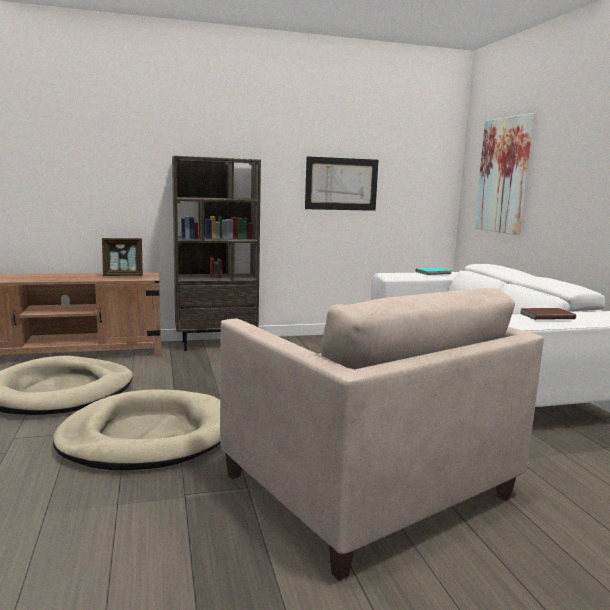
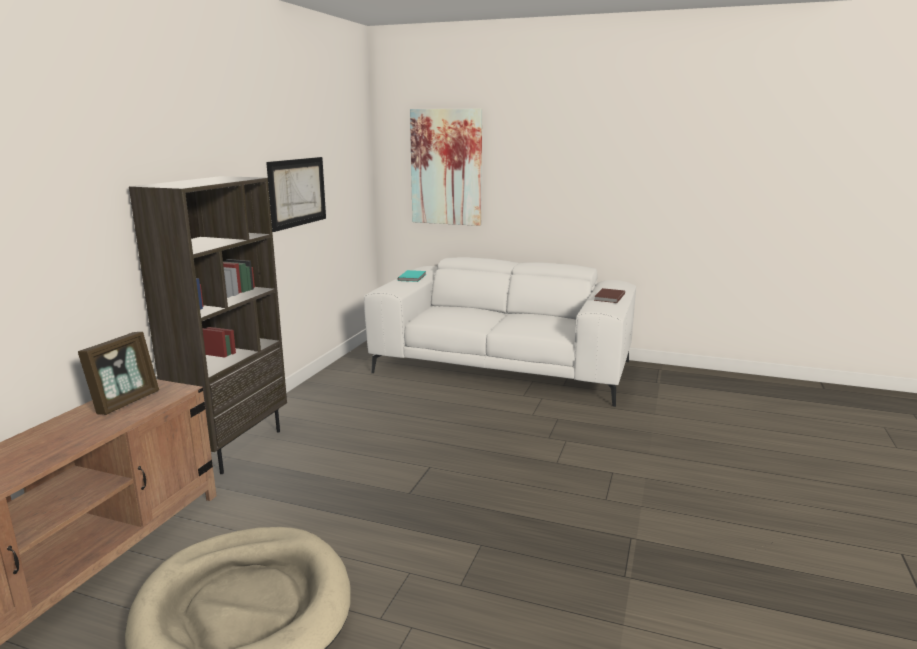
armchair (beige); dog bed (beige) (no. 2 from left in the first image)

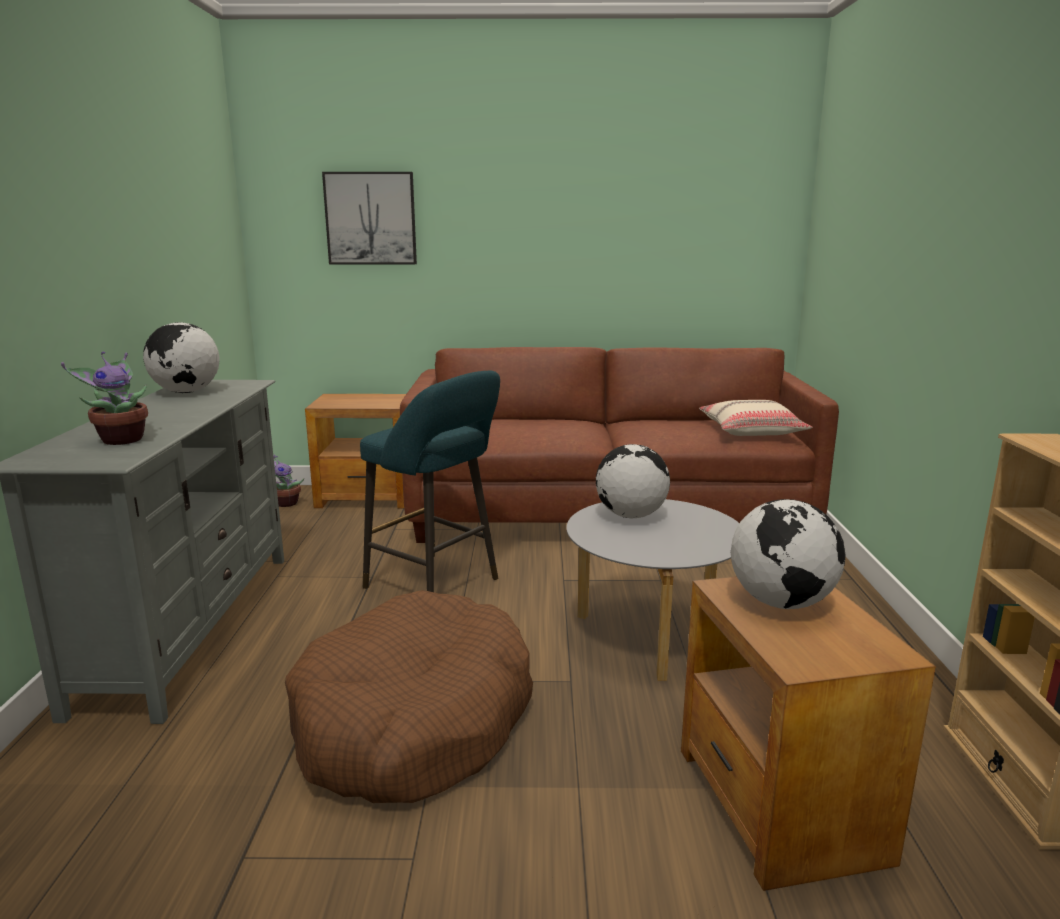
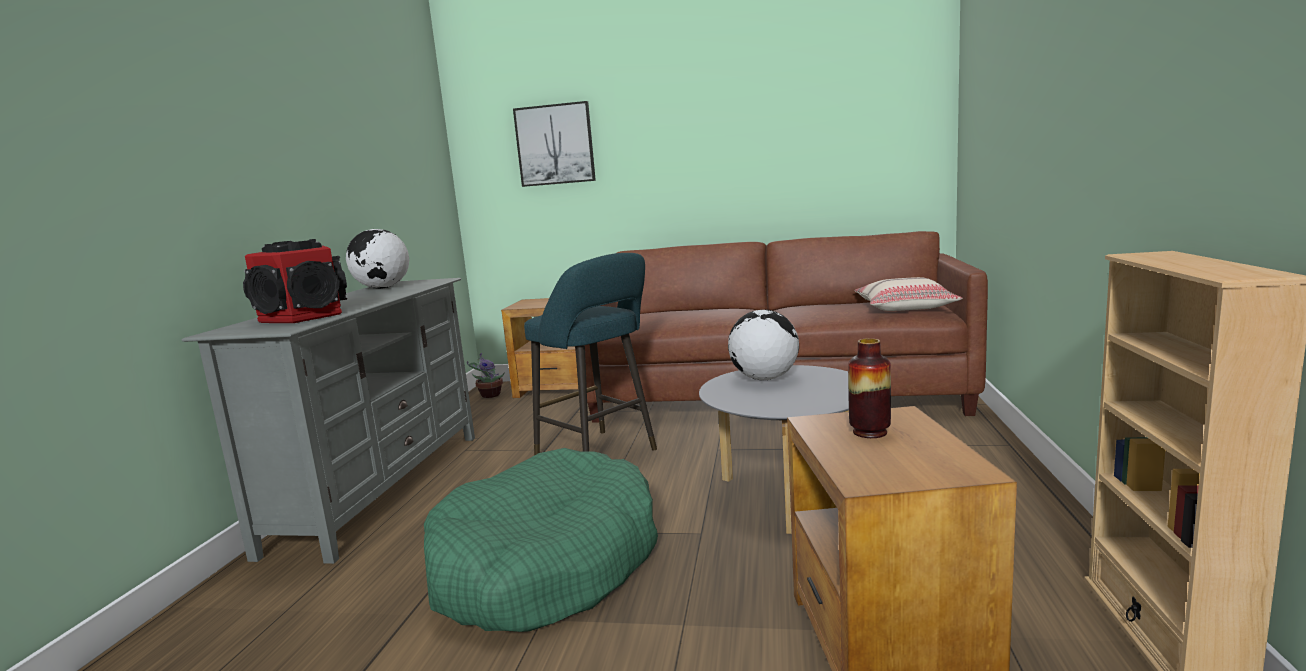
speaker; vase; dog bed (green)

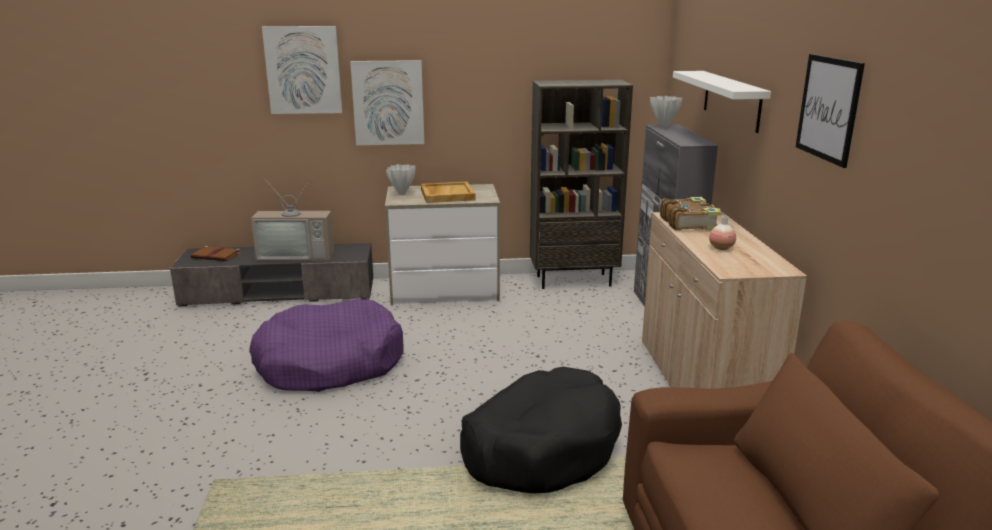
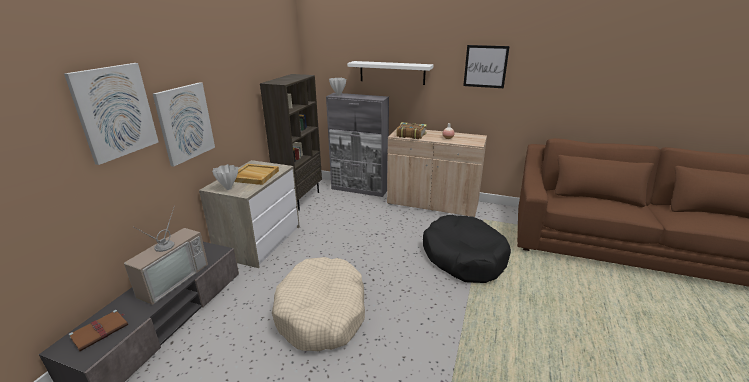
dog bed (beige)

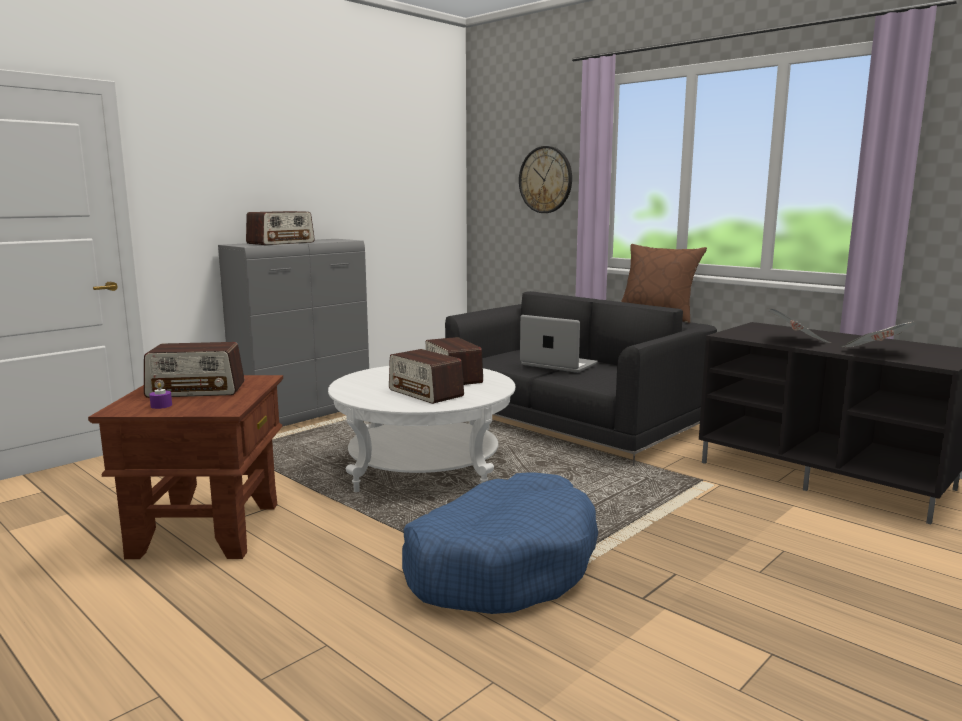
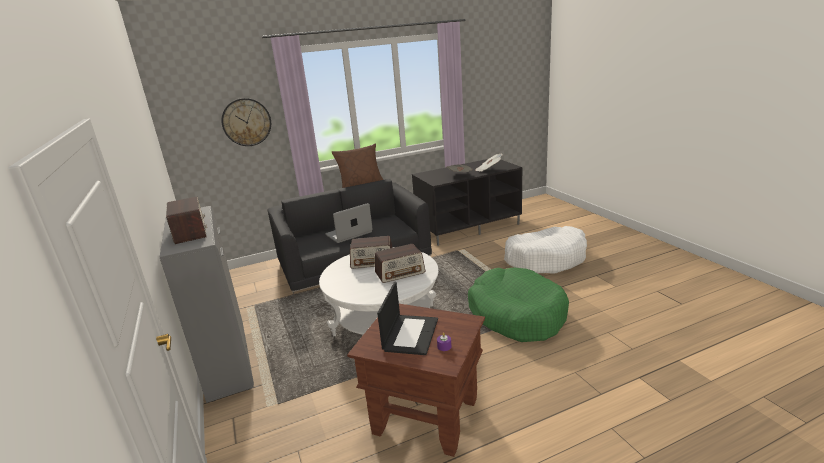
laptop (no. 2 from left); dog bed (green); dog bed (white)

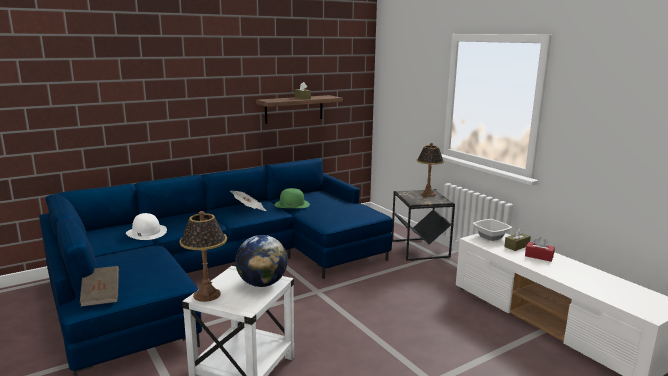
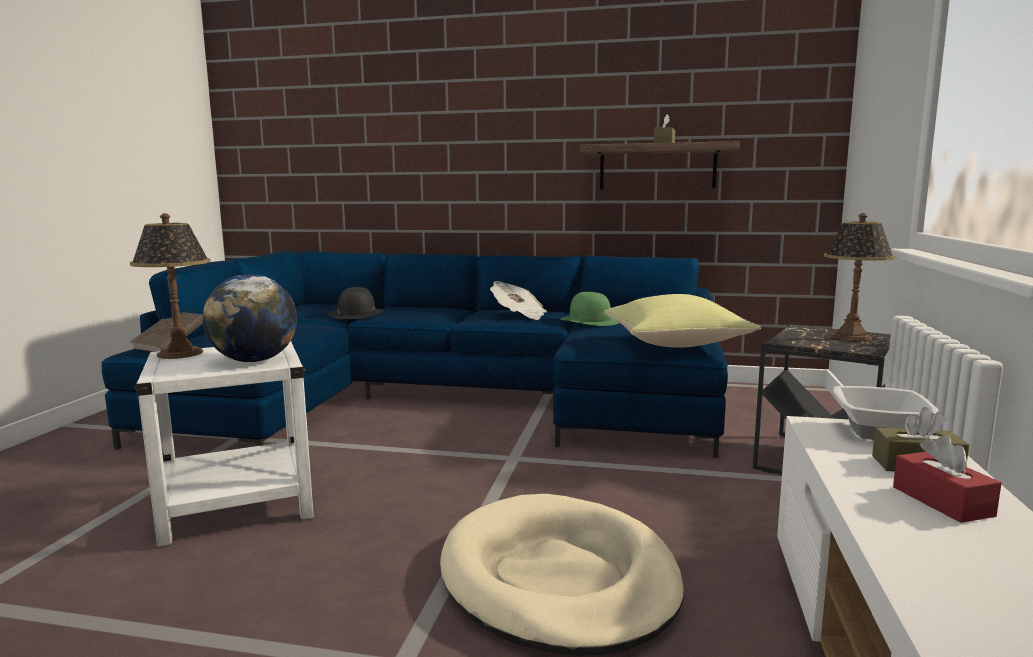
hat (black); pillow (yellow); dog bed (beige)

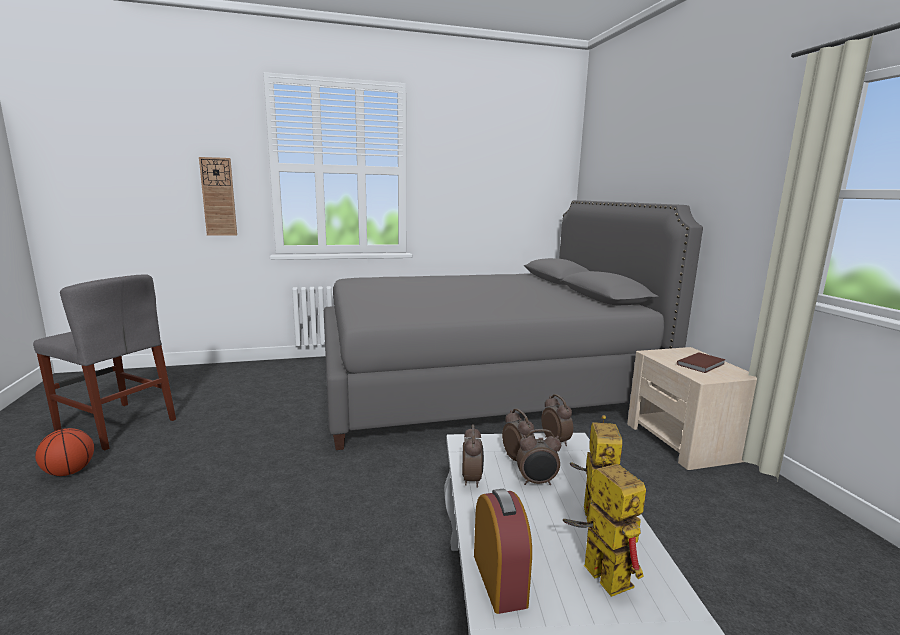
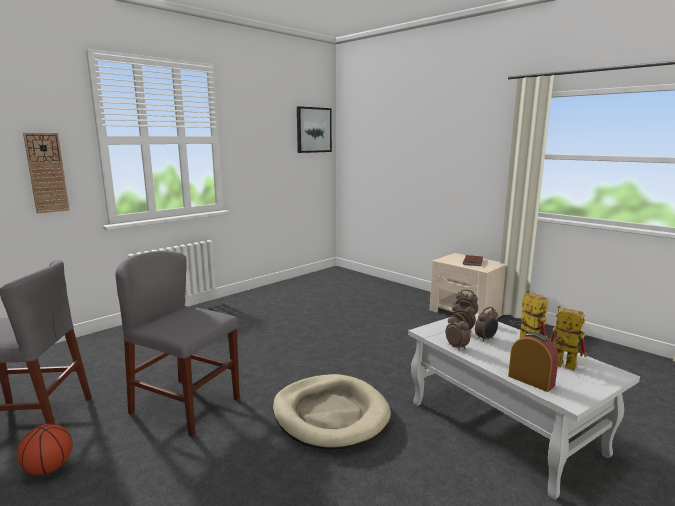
bed (grey); picture; chair (grey) (no. 2 from left); dog bed (beige)

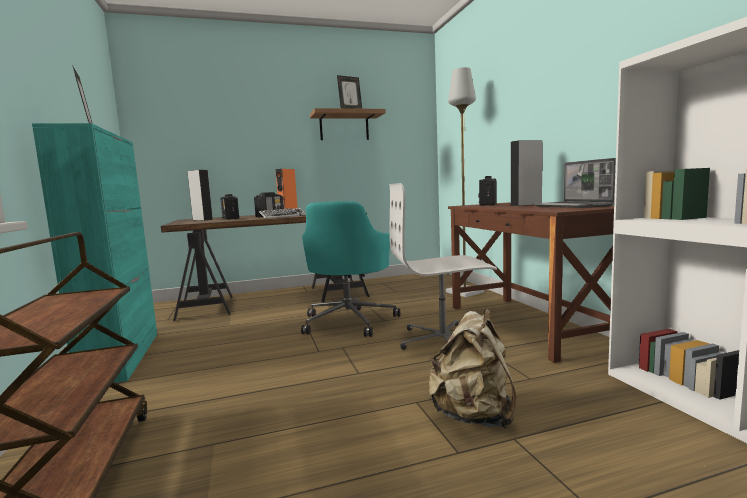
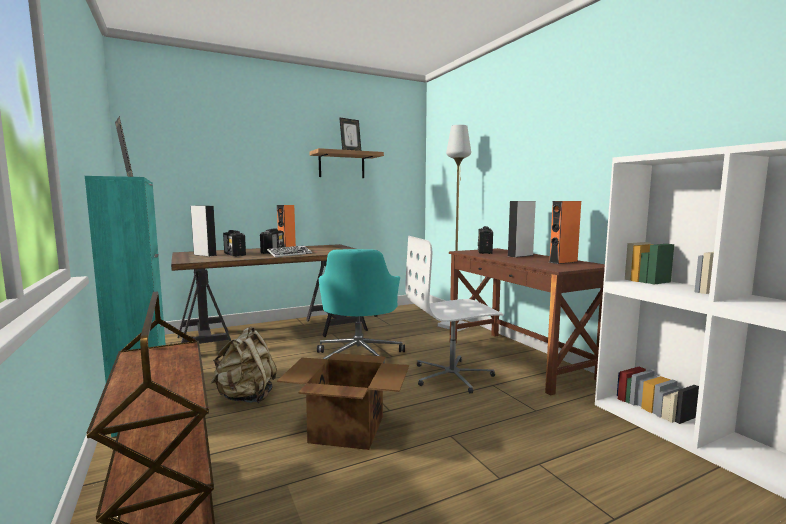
speaker (orange) (no. 2 from left); backpack (beige); cardboard box

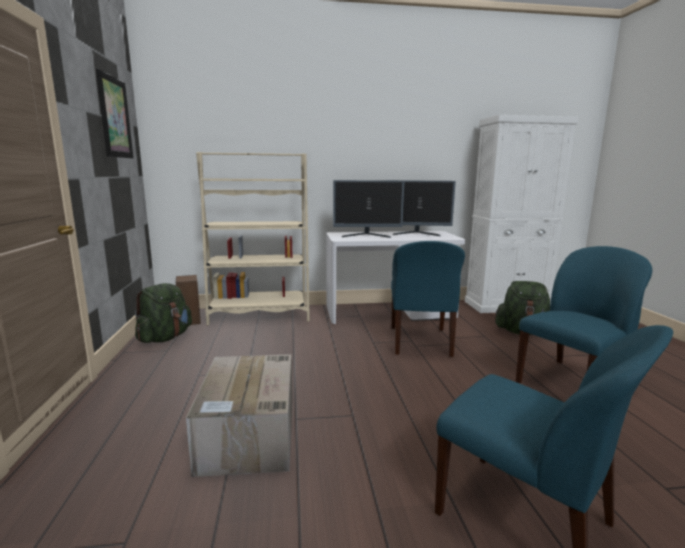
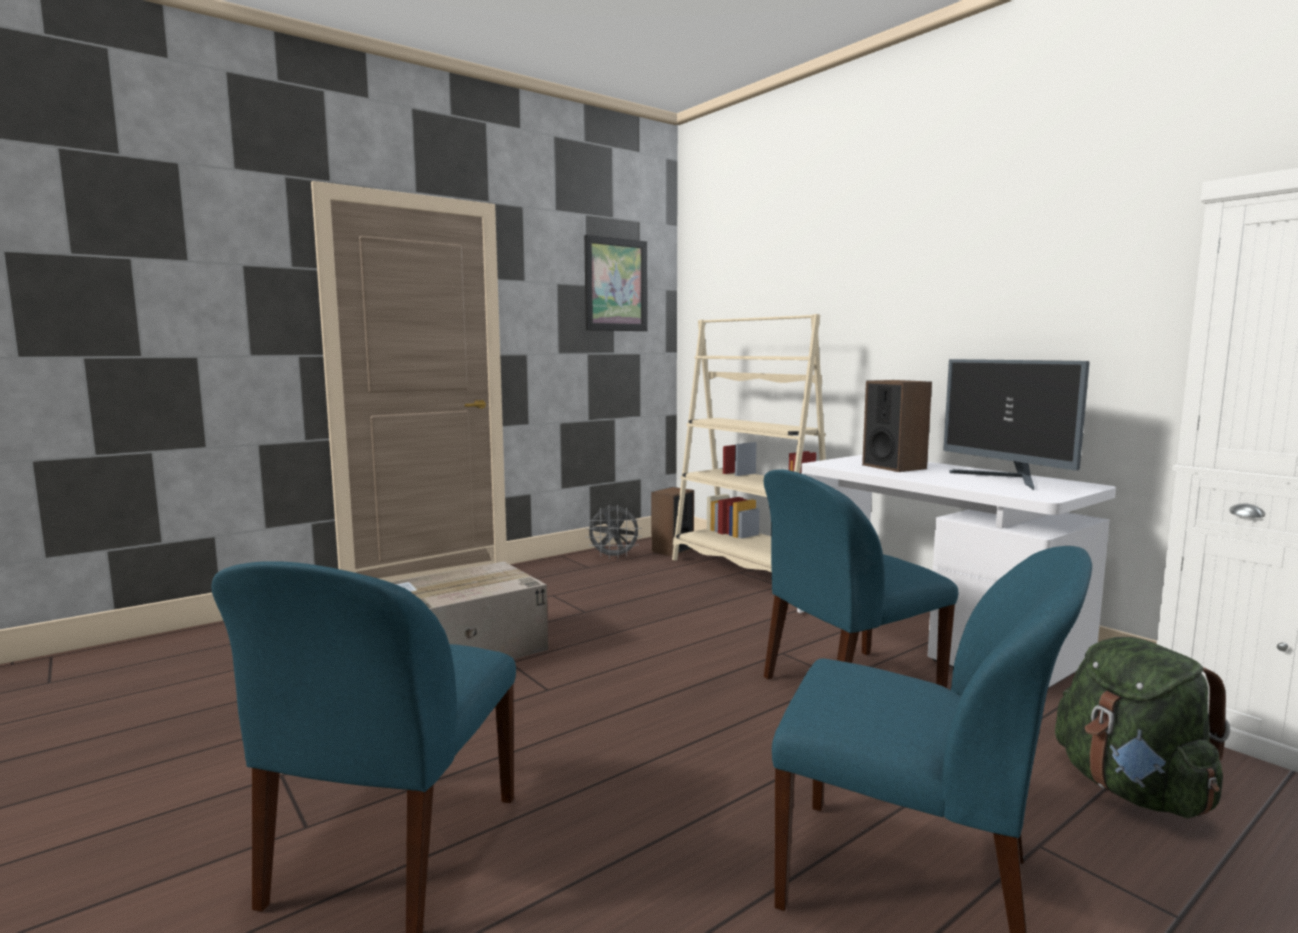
speaker (no. 2 from left); fan (grey)

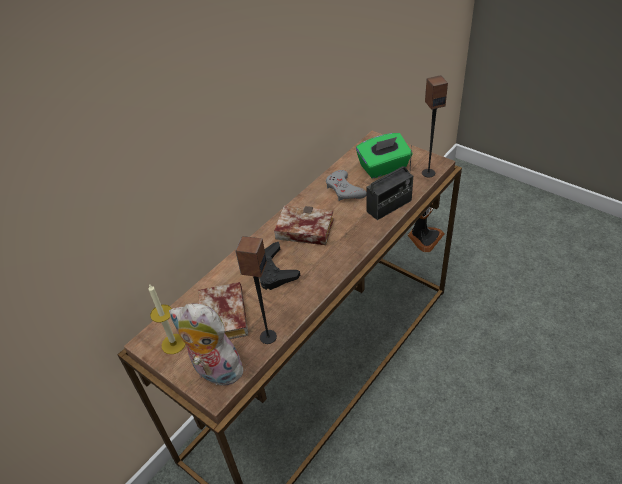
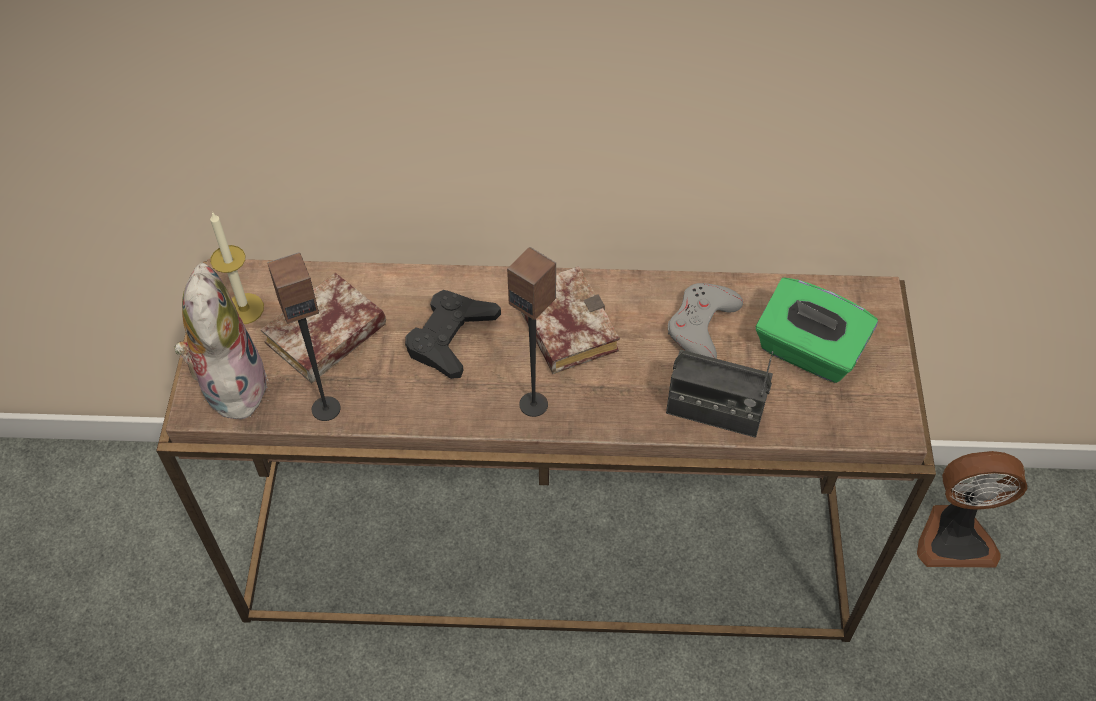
speaker (no. 2 from left)

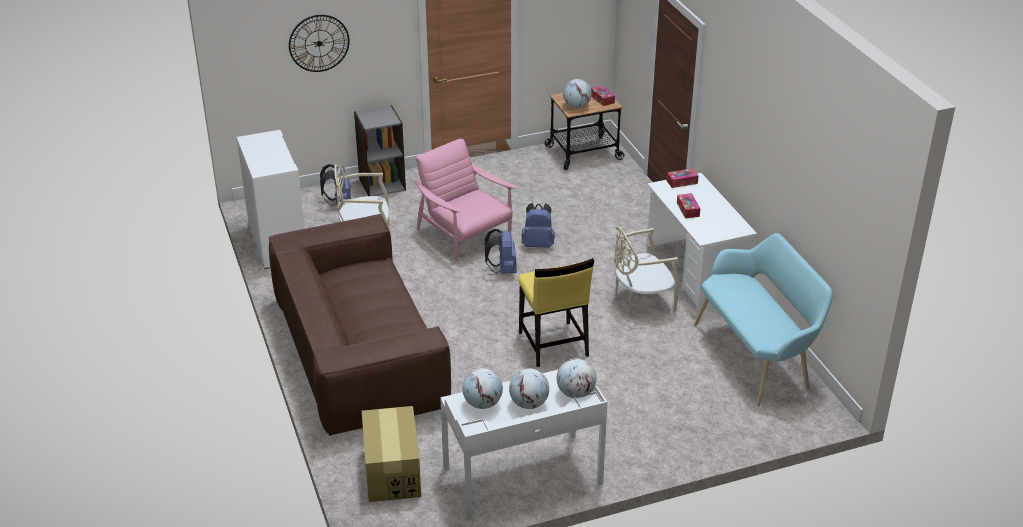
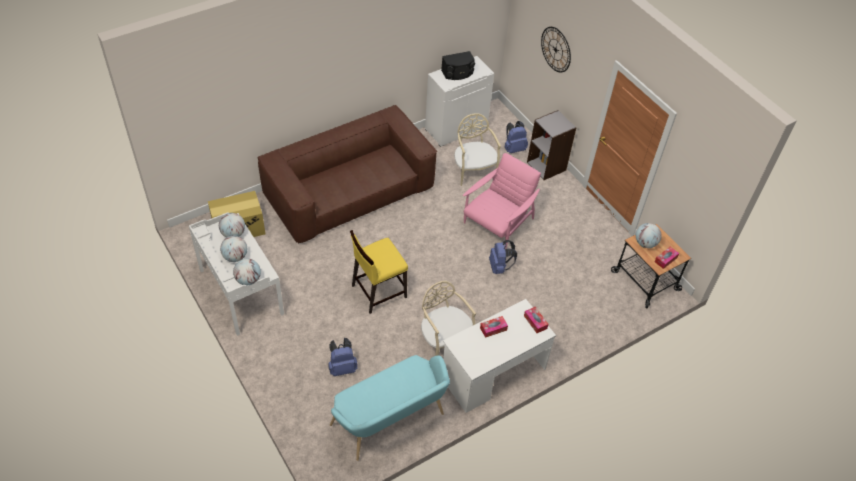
backpack (blue) (no. 1 from left); speaker (black)

